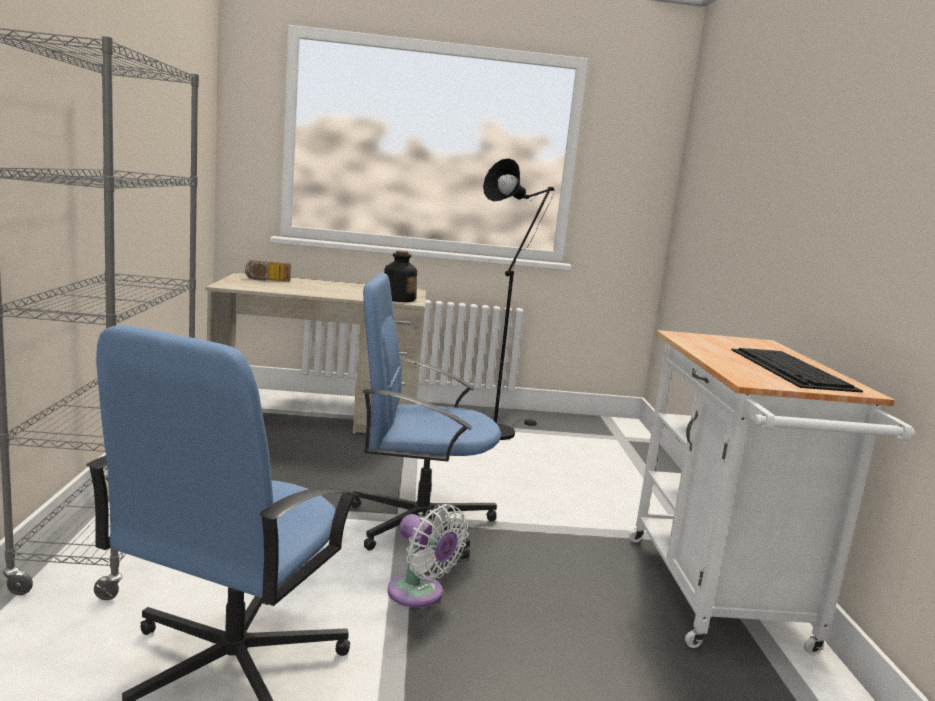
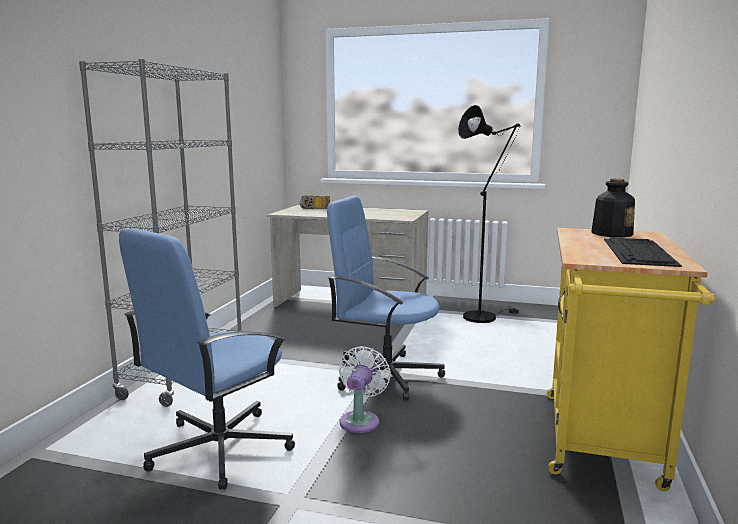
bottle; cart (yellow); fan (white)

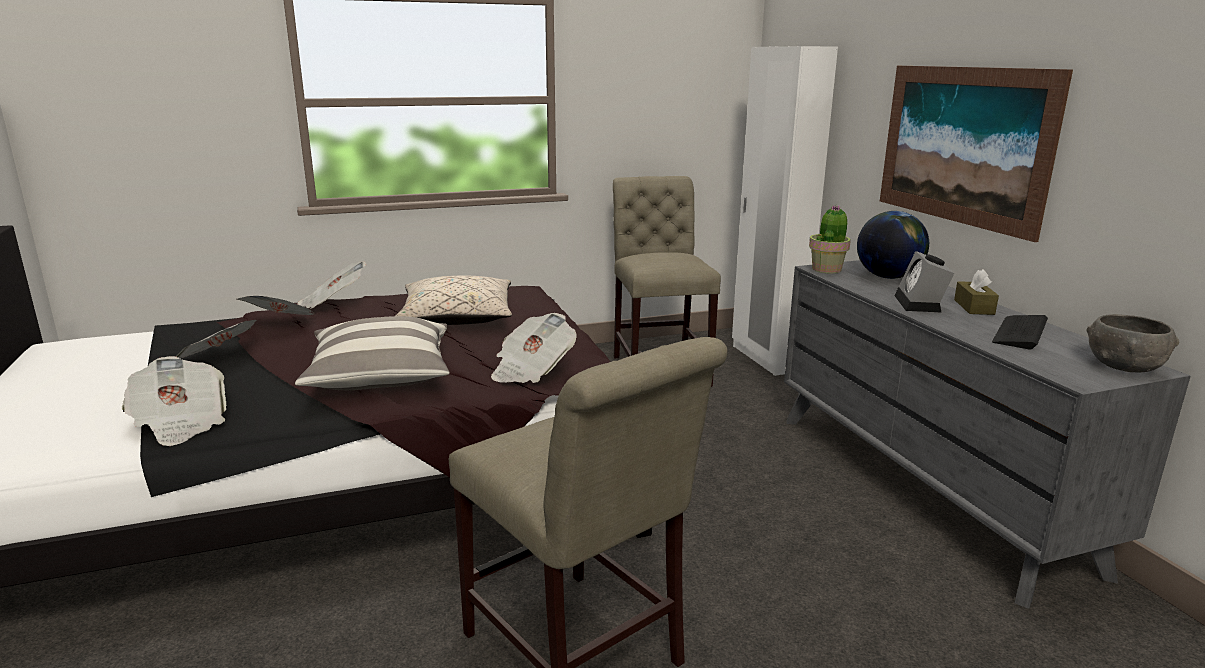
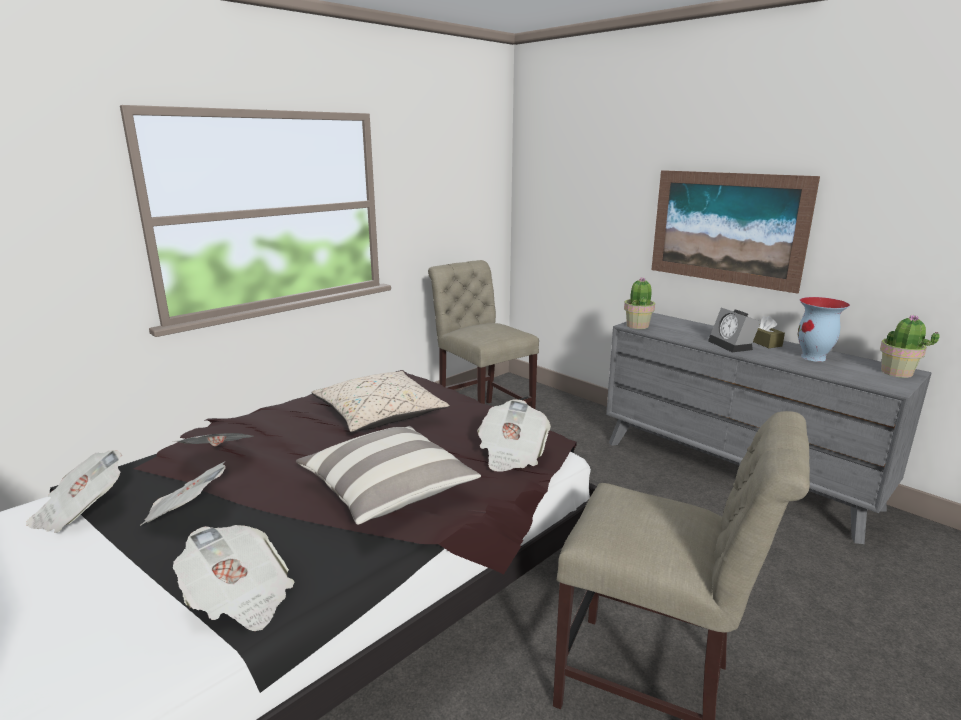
wardrobe (white); globe; newspaper (no. 1 from left); potted plant (no. 2 from left); vase

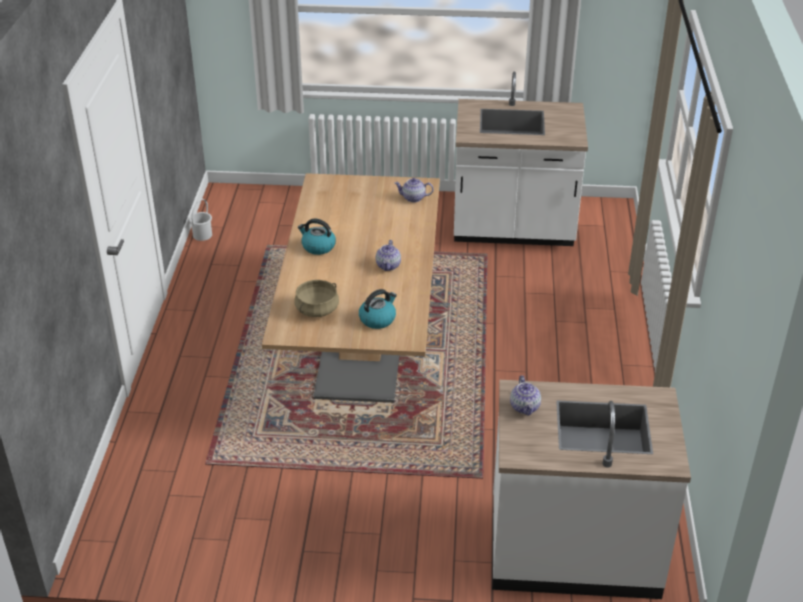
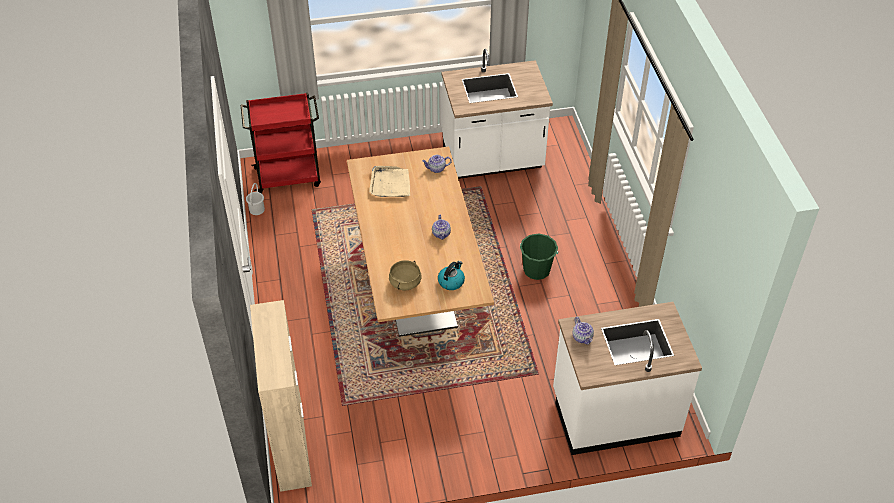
kettle (no. 1 from left in the first image); cart (red); tray (beige); bucket (green); cabinet (beige)

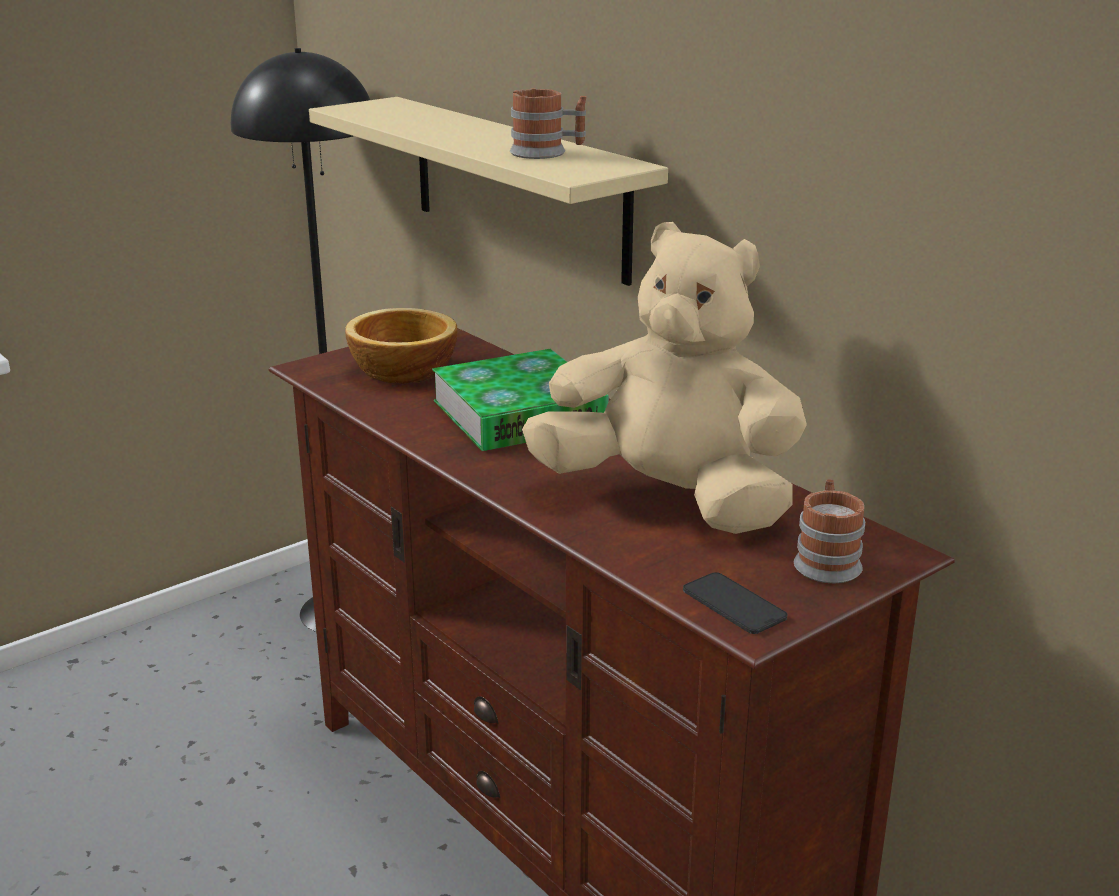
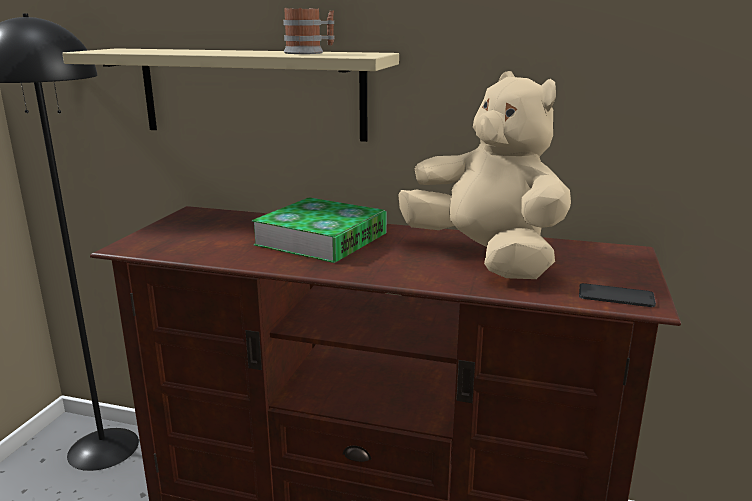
plush toy (beige); bowl; mug (no. 2 from left in the first image)

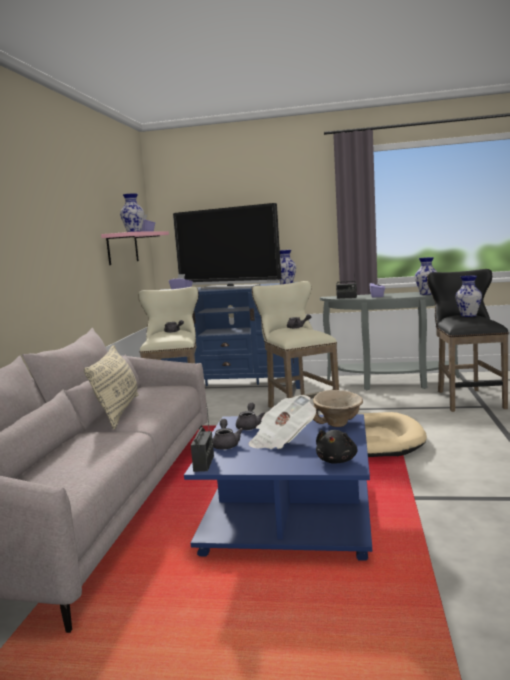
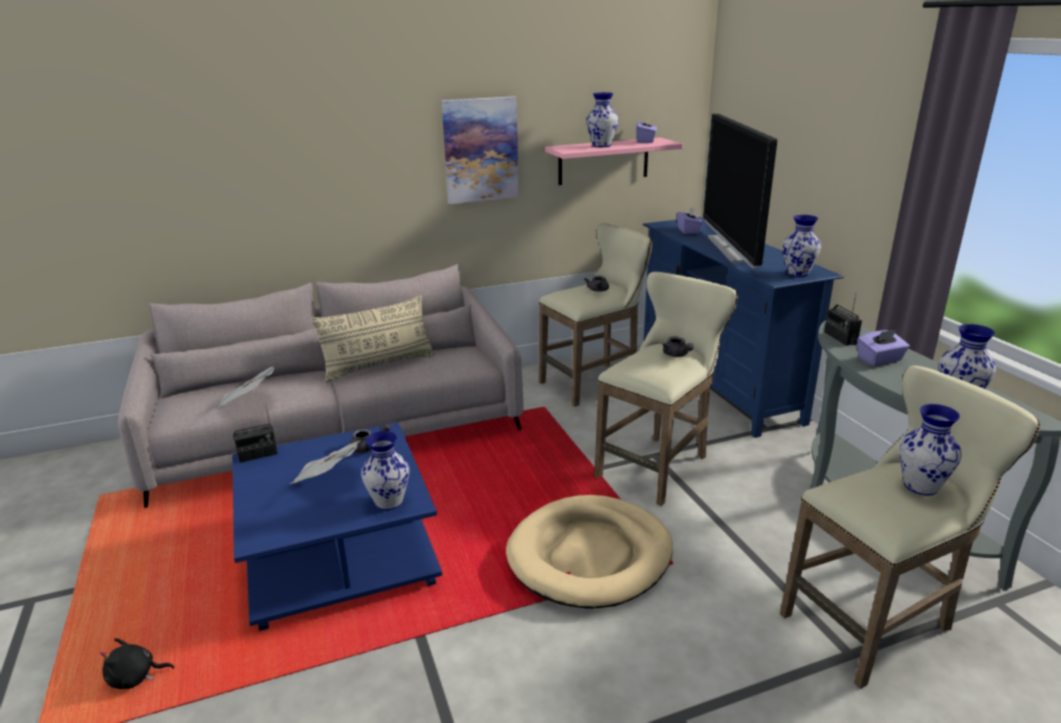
stool (beige) (no. 3 from left); vase (no. 1 from left); teapot (grey) (no. 2 from left in the first image); plush toy (black); picture; newspaper (no. 1 from left)

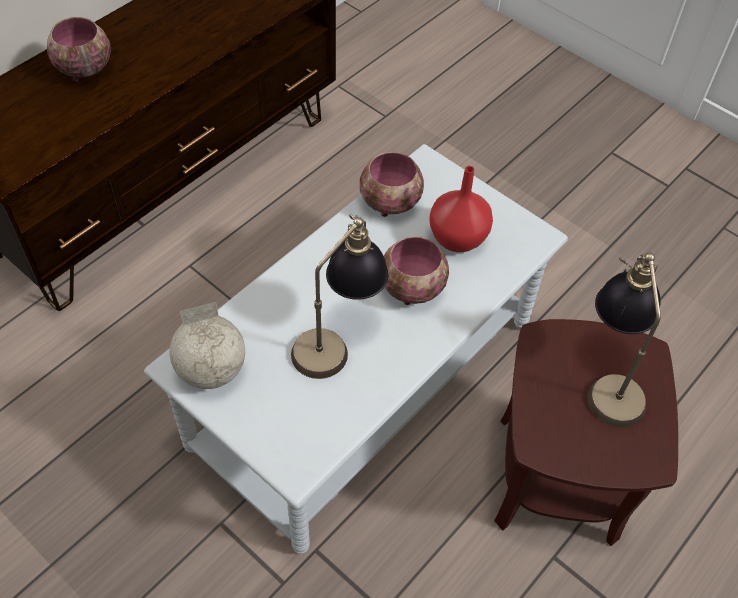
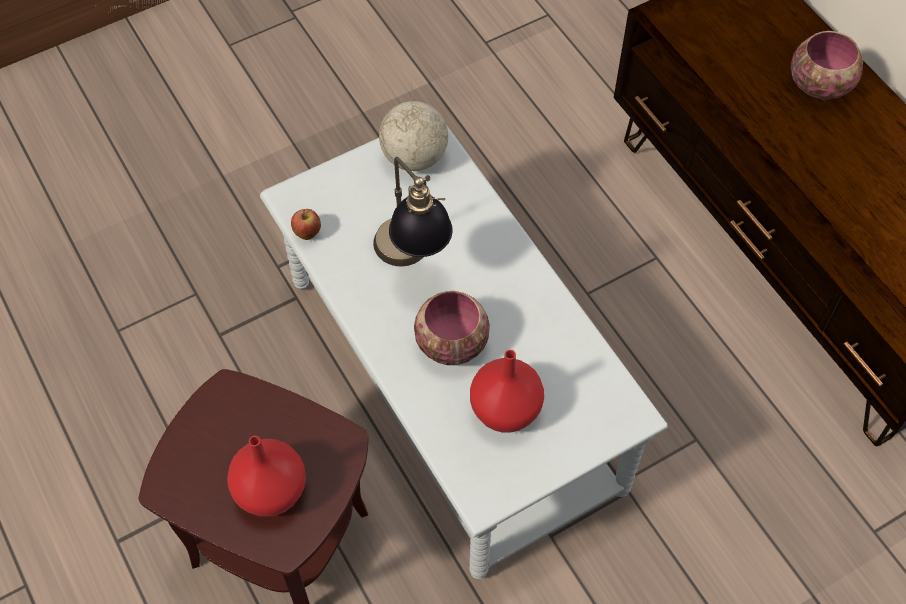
bowl (no. 2 from left in the first image); vase (red) (no. 1 from left); apple

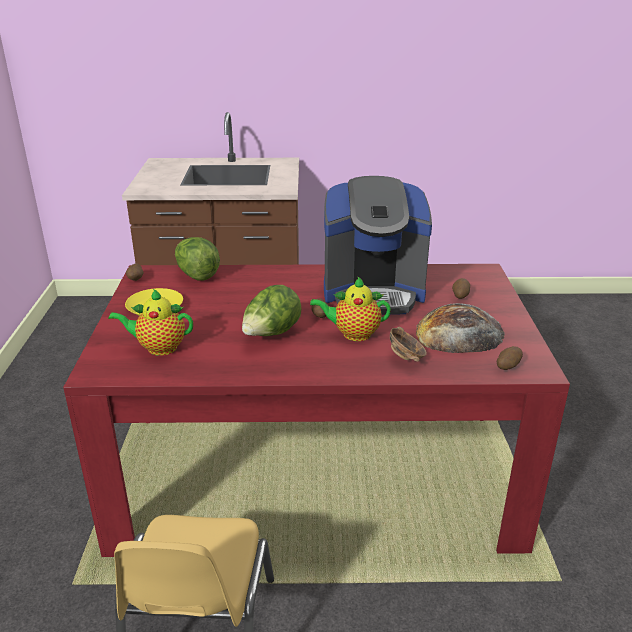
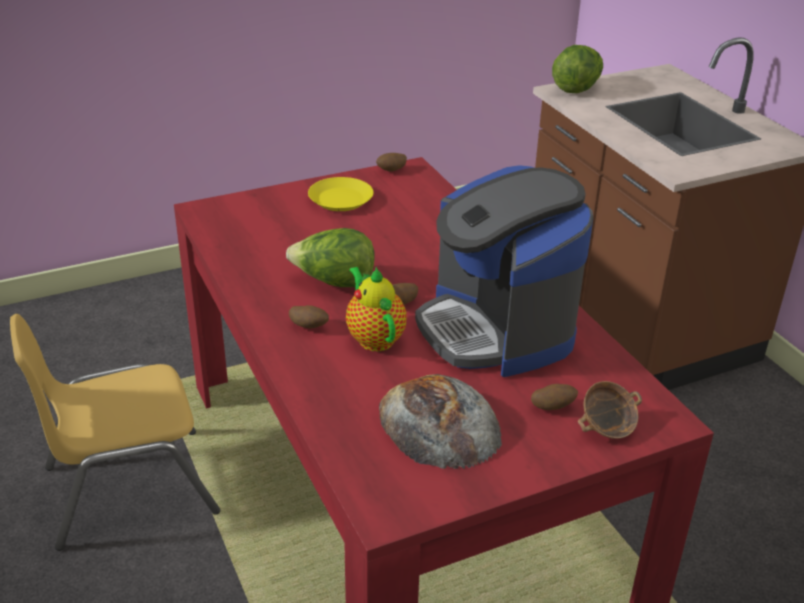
lettuce (no. 2 from left); teapot (no. 1 from left in the first image); bowl; potato (no. 1 from left)

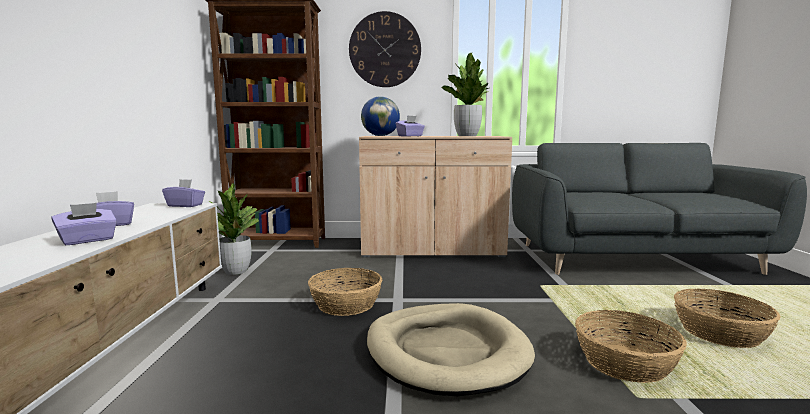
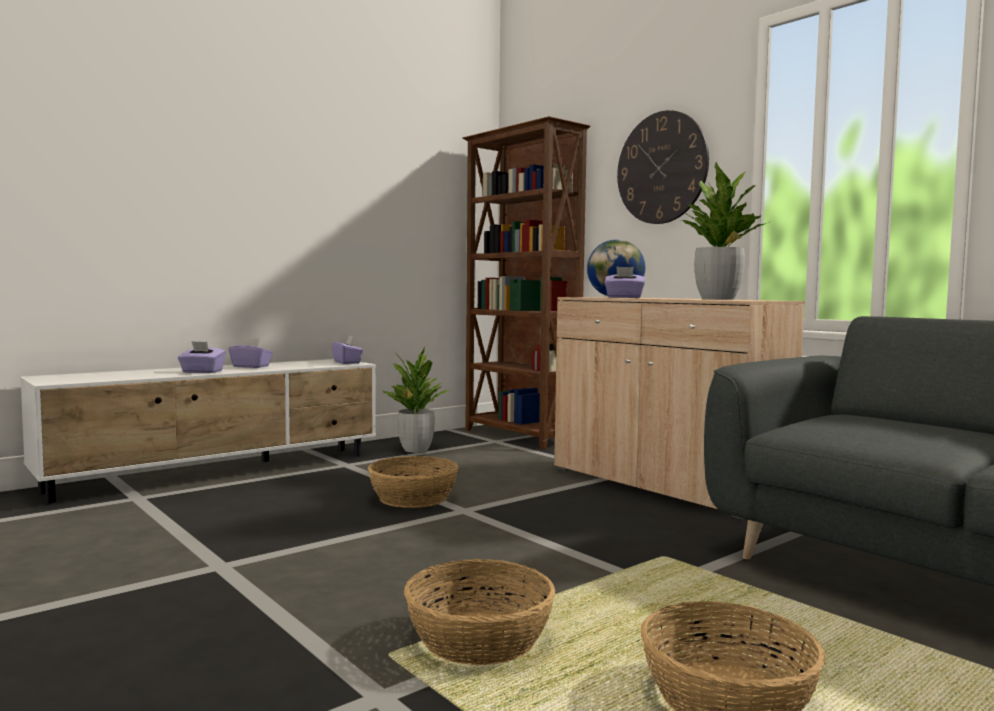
dog bed (beige)

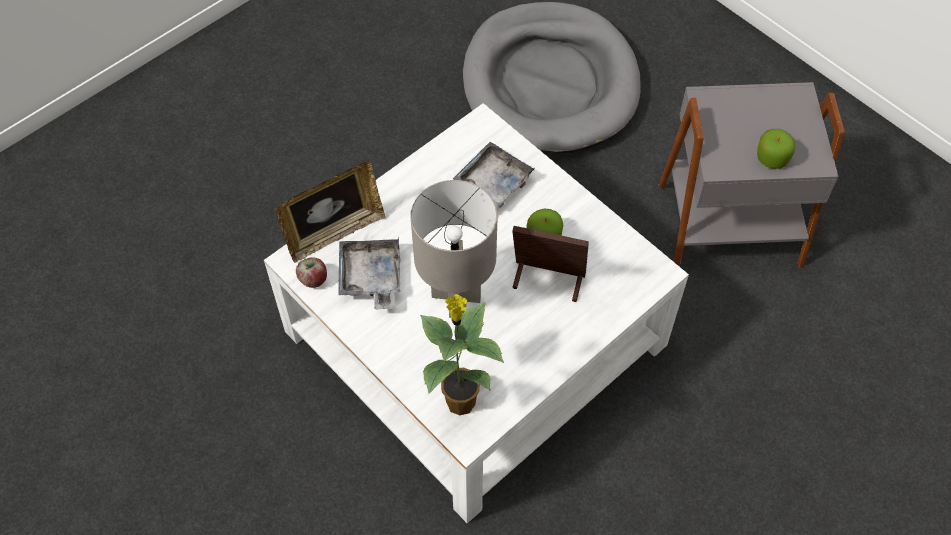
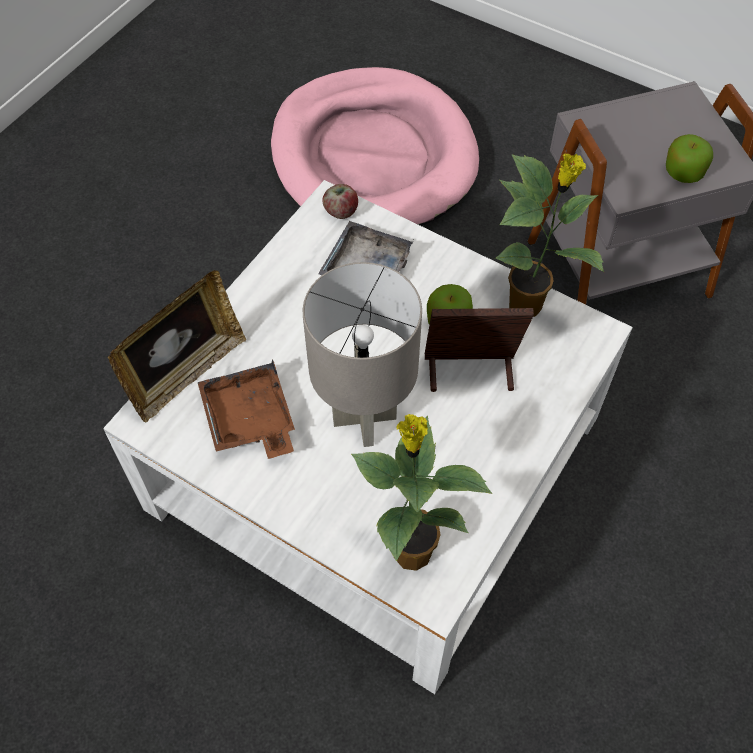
dog bed (pink); tray (brown); apple (no. 1 from left); potted plant (no. 2 from left)

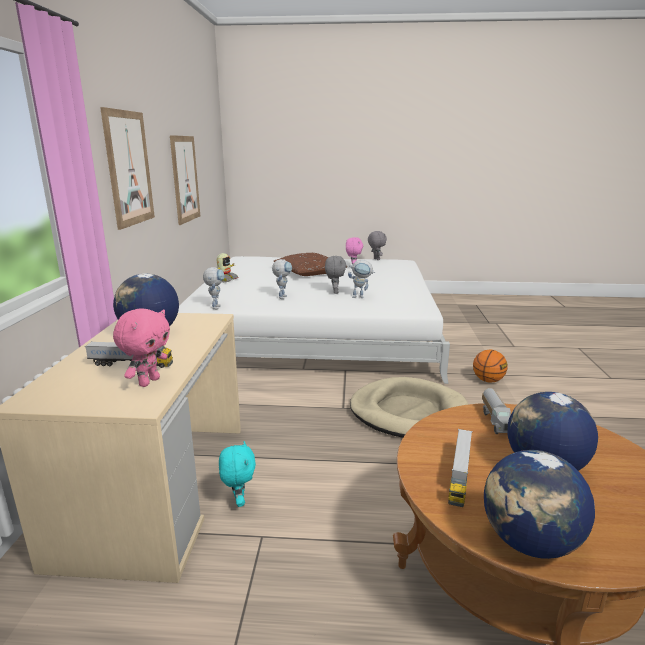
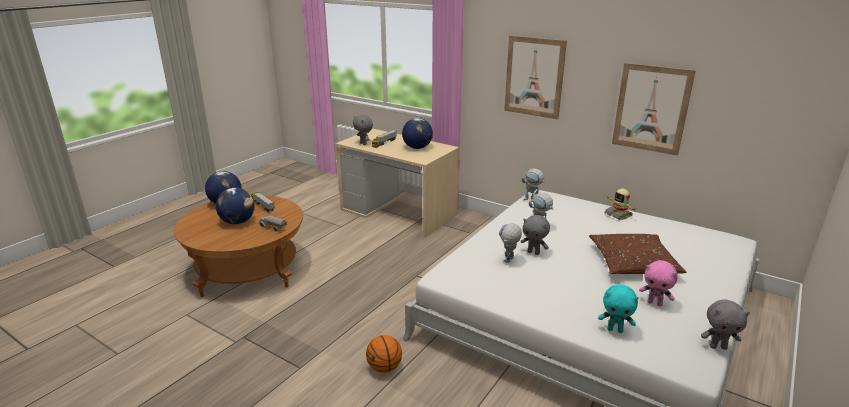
plush toy (grey) (no. 1 from left); dog bed (beige); plush toy (turquoise)

